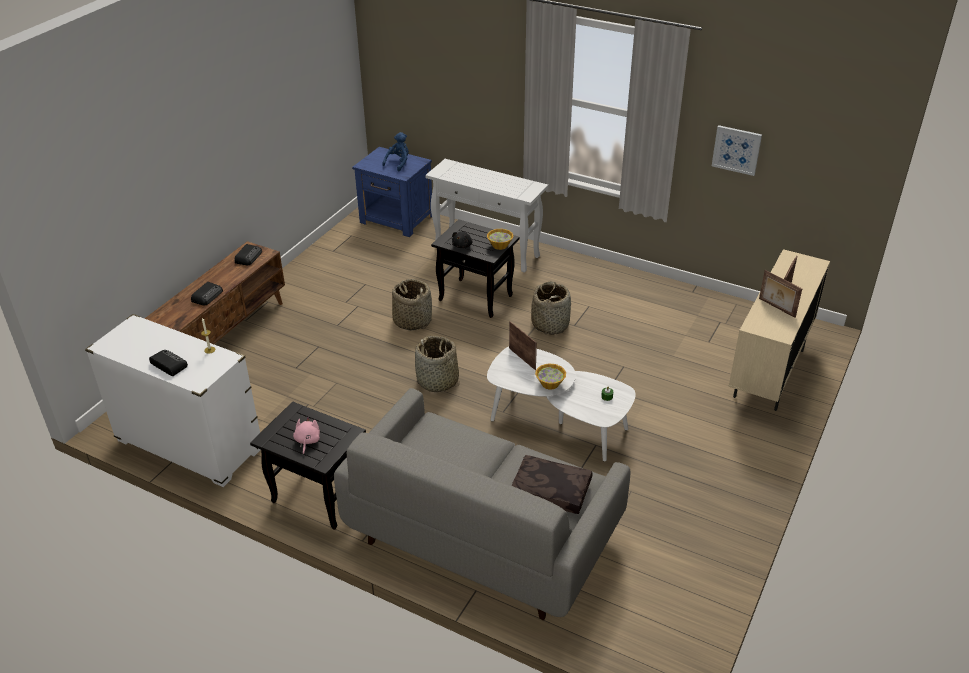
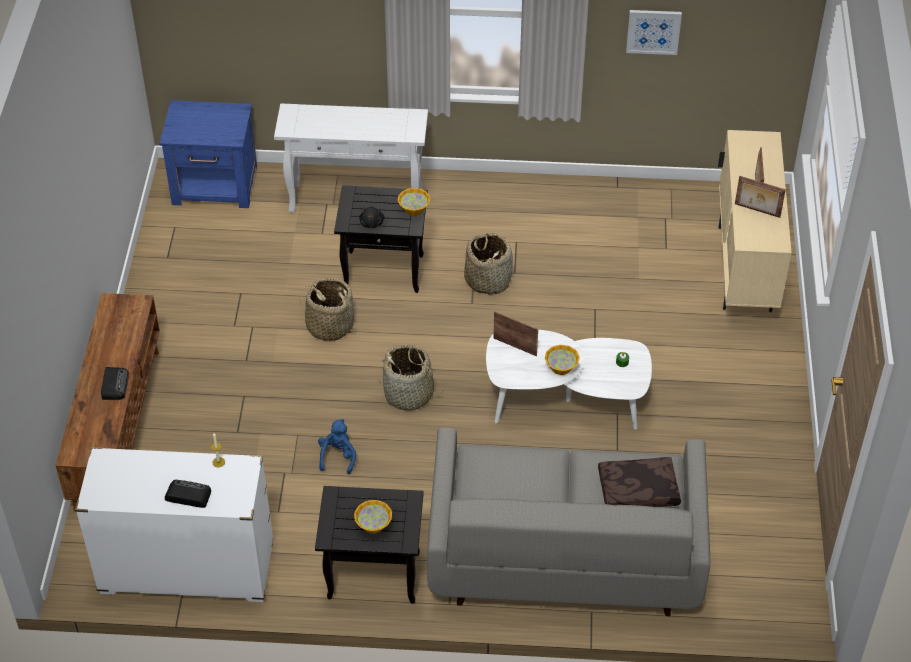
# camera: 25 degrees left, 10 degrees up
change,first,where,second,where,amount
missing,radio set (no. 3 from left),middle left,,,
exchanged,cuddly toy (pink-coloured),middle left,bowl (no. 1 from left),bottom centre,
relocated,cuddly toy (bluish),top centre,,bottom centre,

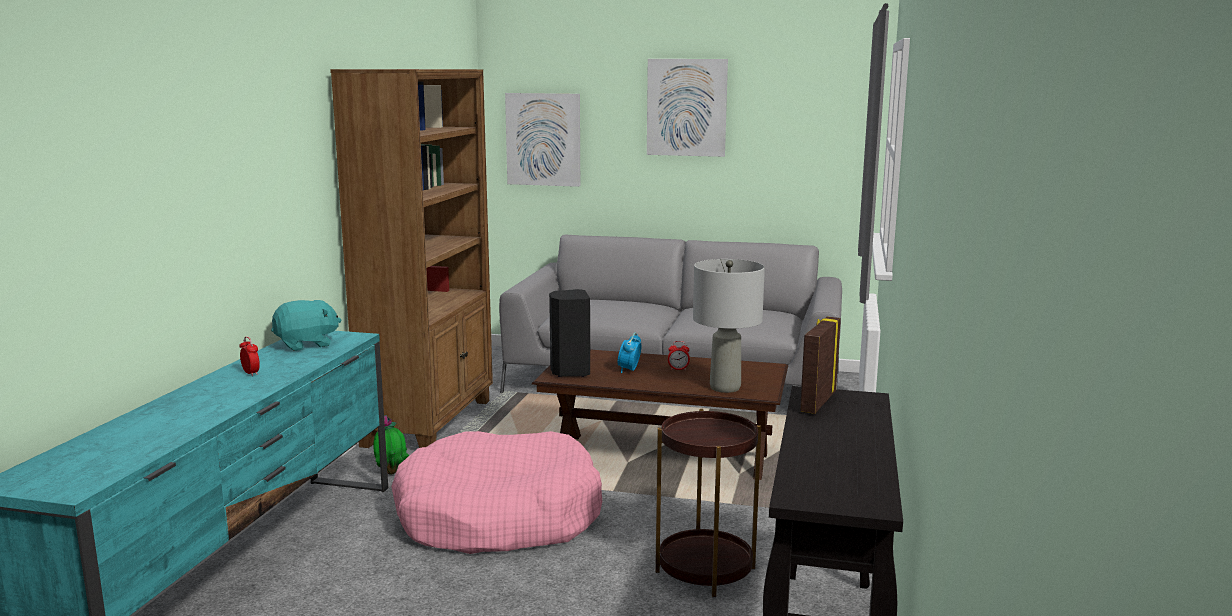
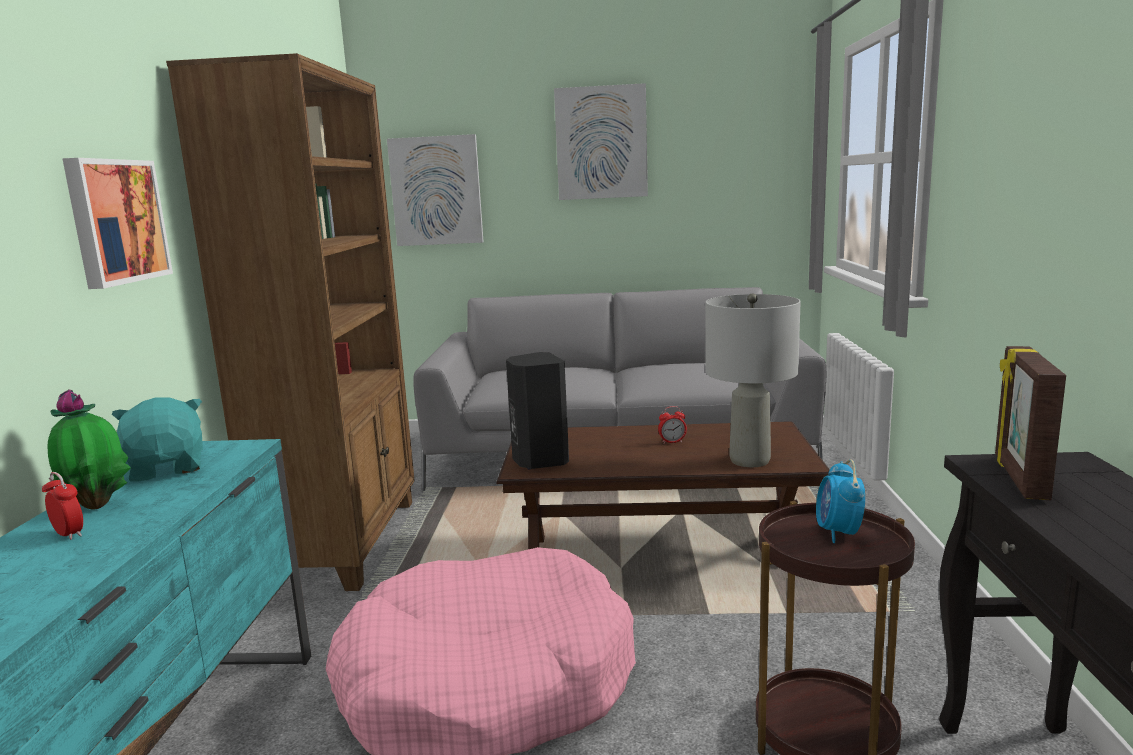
# camera: 10 degrees left, 0 degrees up
change,first,where,second,where,amount
spun,cuddly toy (turquoise),middle left,,middle left,75 degrees counterclockwise
relocated,potted plant,bottom left,,middle left,
relocated,bedside clock (no. 2 from left in the first image),centre,bedside clock (no. 3 from left),middle right,
appeared,,,picture (no. 1 from left),top left,

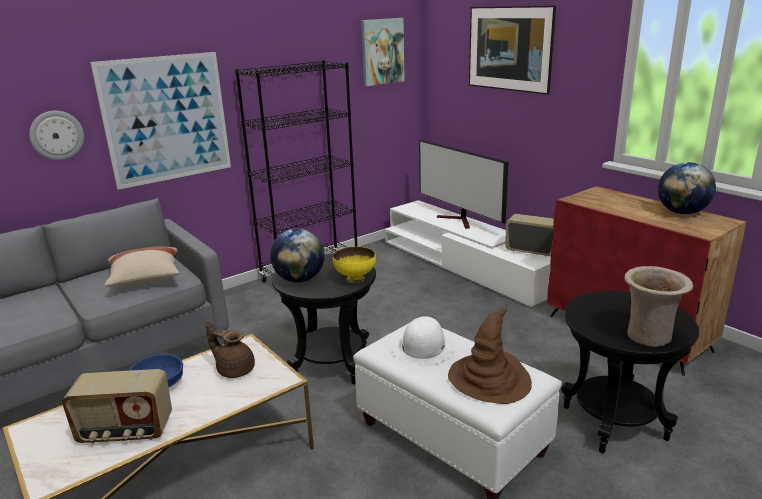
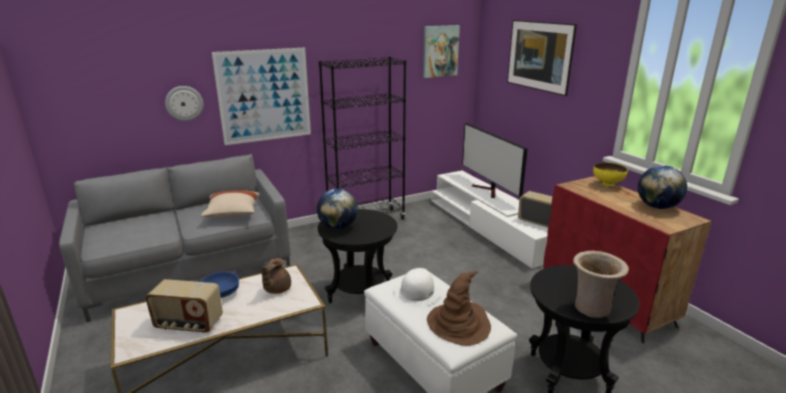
# camera: 10 degrees right, 0 degrees up
change,first,where,second,where,amount
spun,teapot (brown),bottom left,,bottom centre,105 degrees counterclockwise
relocated,bowl (yellowish),centre,,middle right,

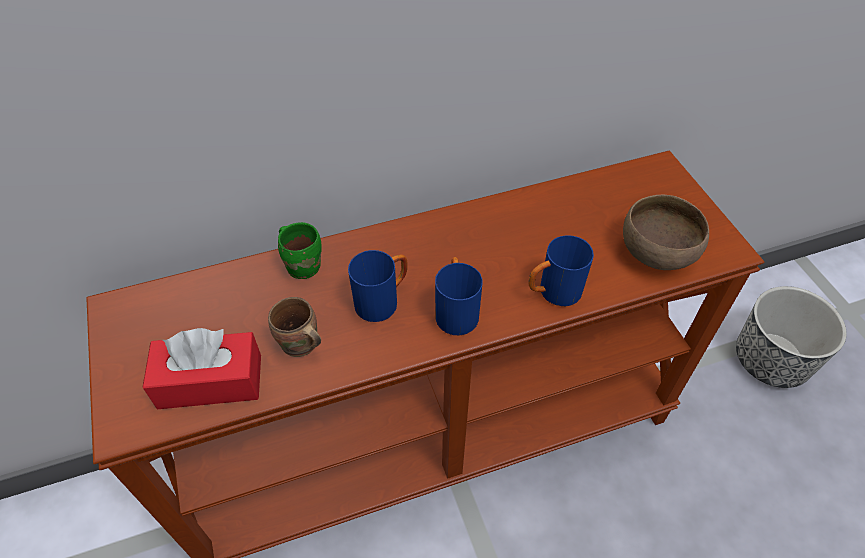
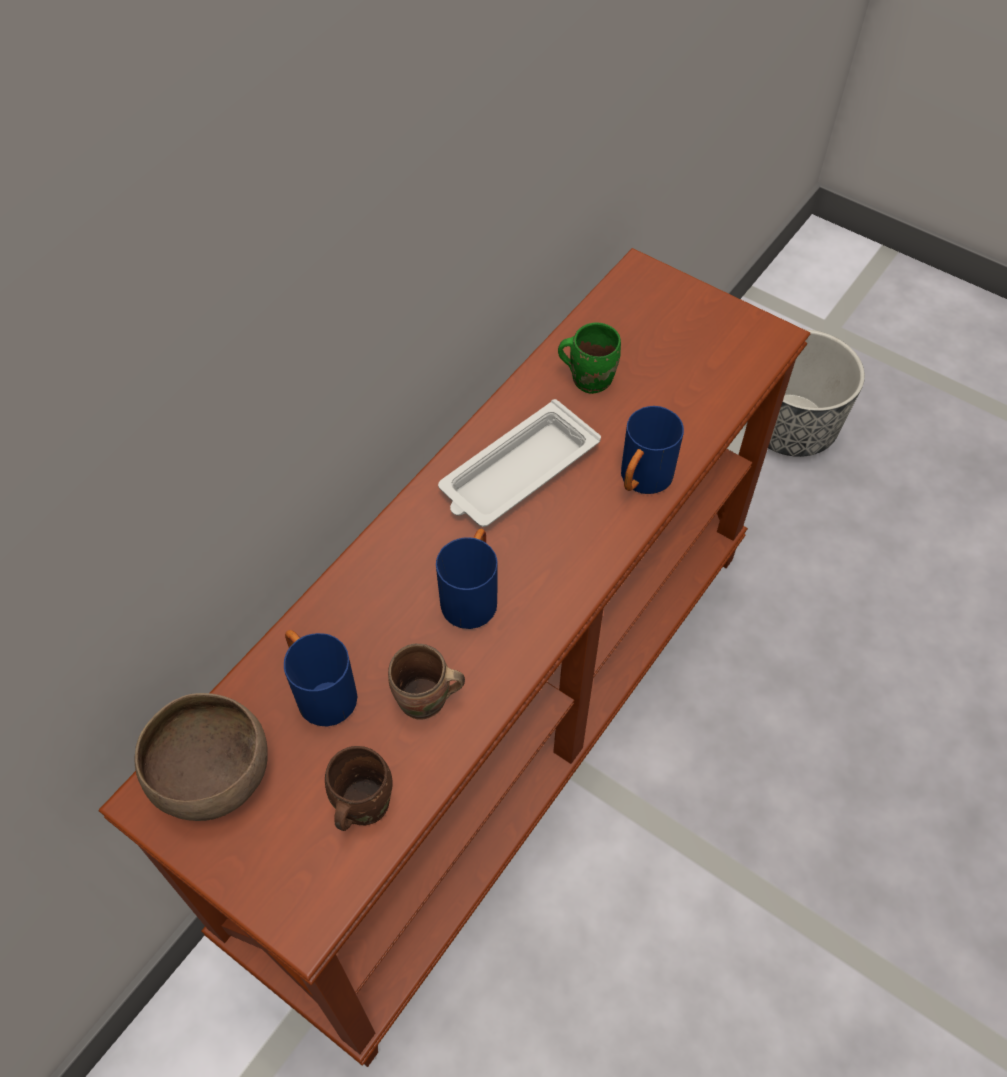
# camera: 35 degrees left, 5 degrees up
change,first,where,second,where,amount
exchanged,tissue box (red),middle left,mug (brown) (no. 1 from left),bottom centre,
relocated,mug (greenish),centre,,top centre,
relocated,mug (bluish) (no. 2 from left in the first image),centre,mug (bluish) (no. 1 from left),middle left,
relocated,bowl (brown),middle right,,bottom left,
appeared,,,carrying tray (white),centre,

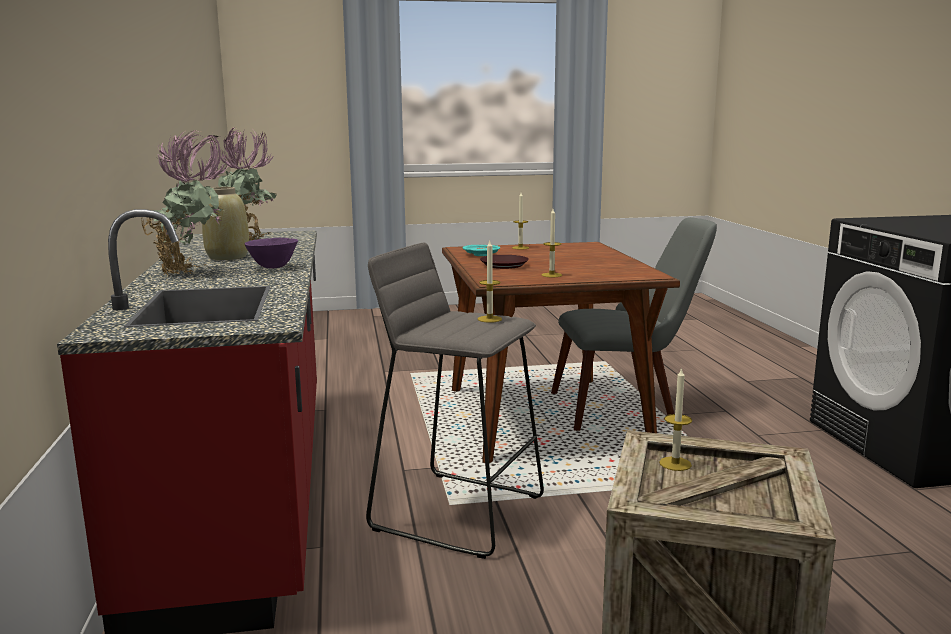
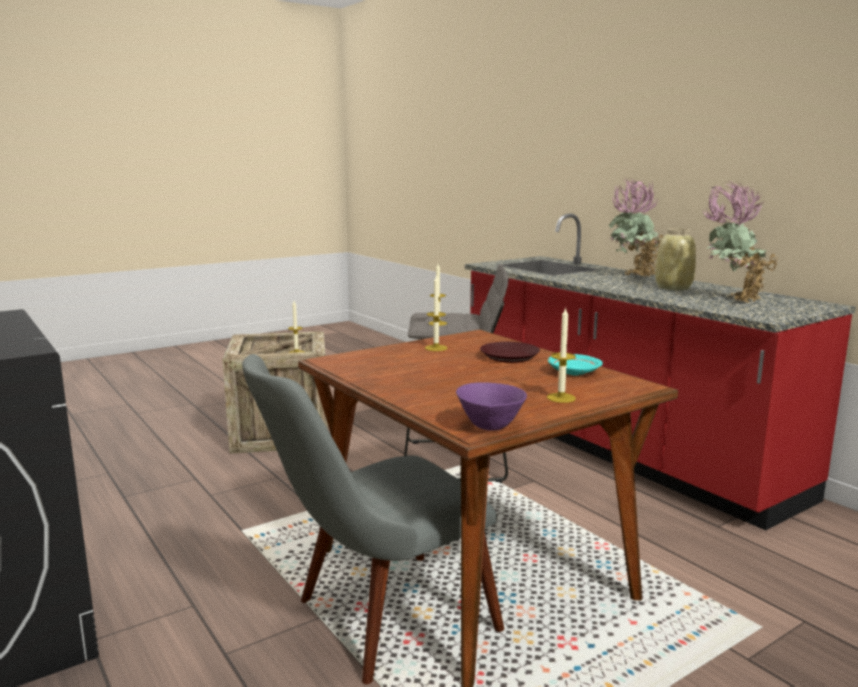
# camera: 155 degrees right, 0 degrees up
change,first,where,second,where,amount
relocated,bowl (purplish),middle left,,centre,

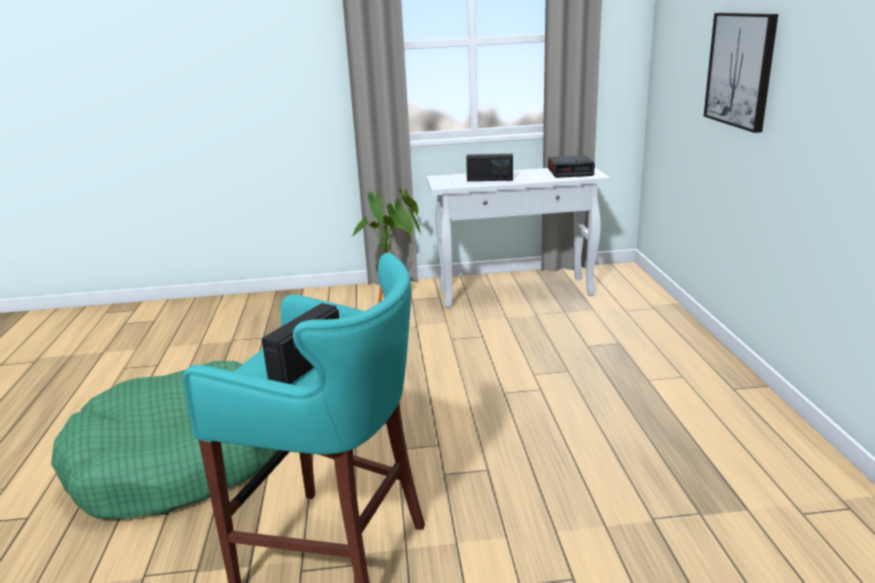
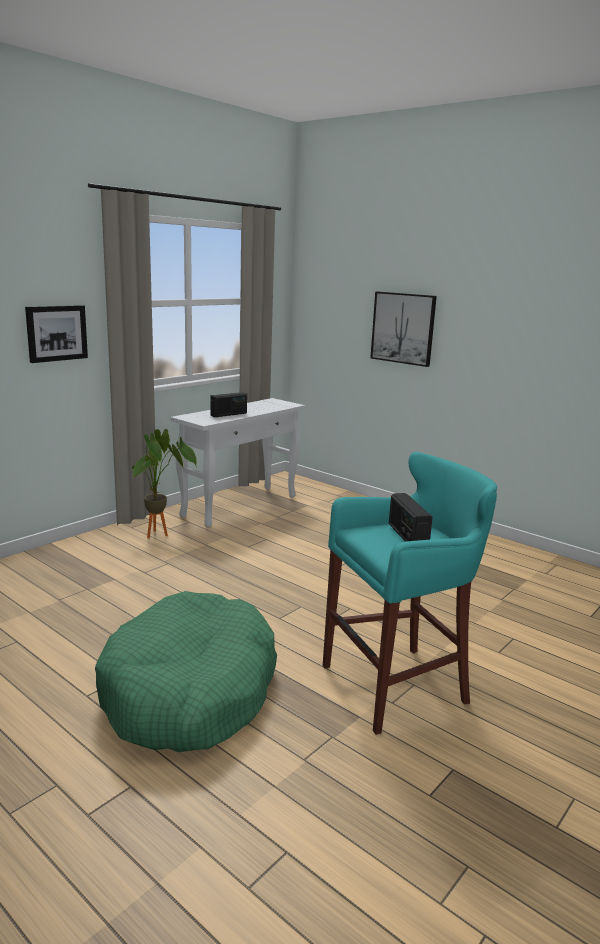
# camera: 45 degrees left, 5 degrees down
change,first,where,second,where,amount
missing,bedside clock,top centre,,,
appeared,,,picture (no. 1 from left),middle left,

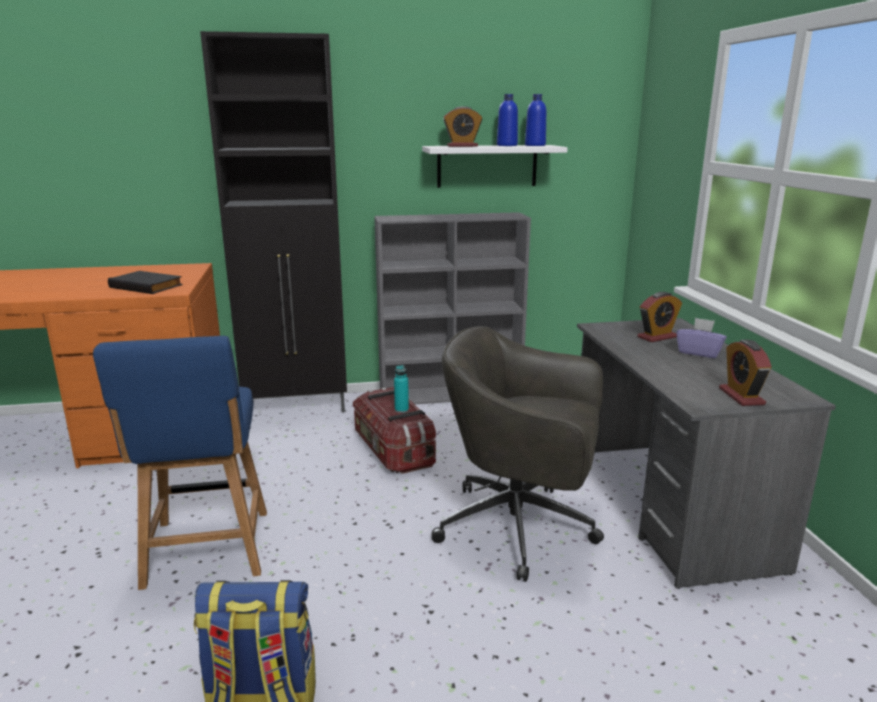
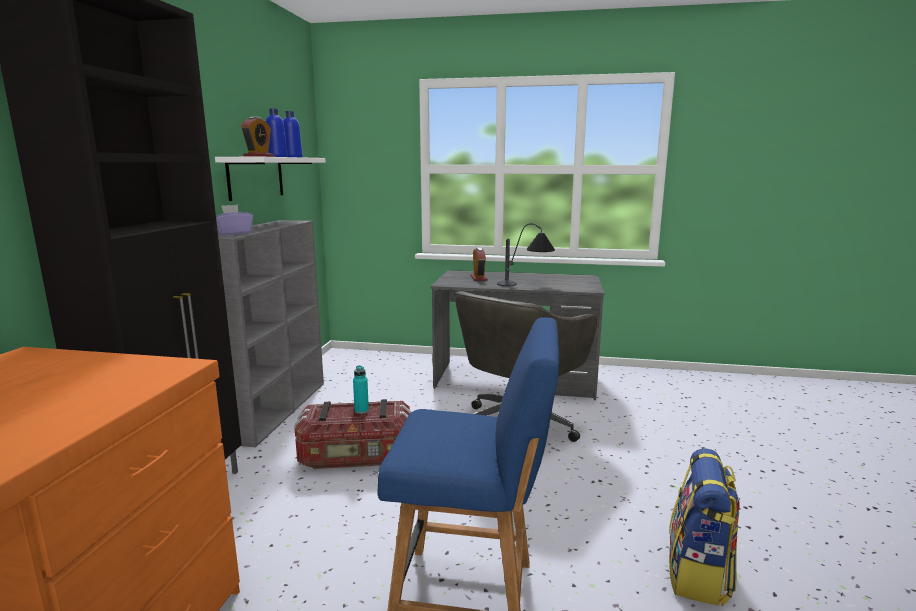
# camera: 70 degrees left, 5 degrees down
change,first,where,second,where,amount
missing,book (blackish),middle left,,,
relocated,tissue box (purplish),middle right,,middle left,
missing,bedside clock (no. 3 from left),middle right,,,
appeared,,,lamp for a table,centre,

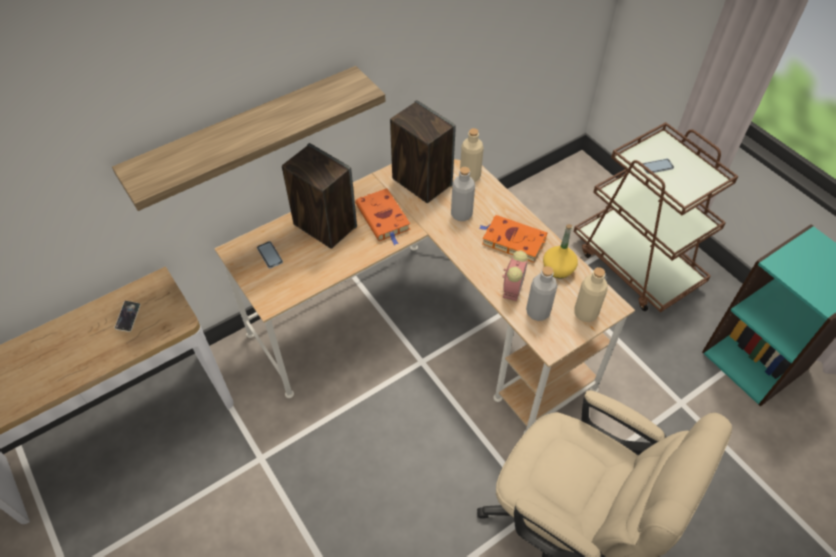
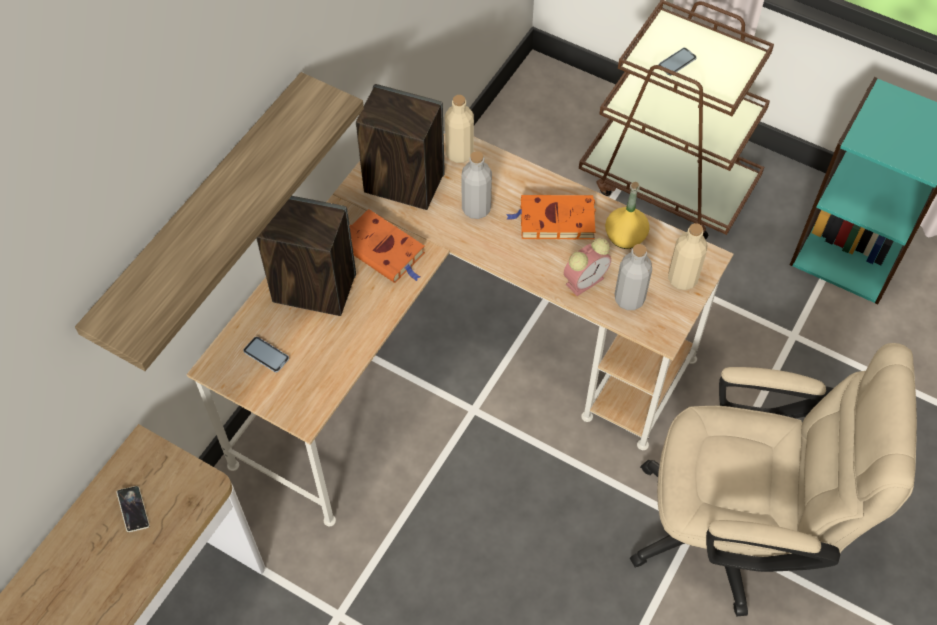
# camera: 25 degrees left, 5 degrees up
change,first,where,second,where,amount
spun,bedside clock,centre,,centre,60 degrees clockwise

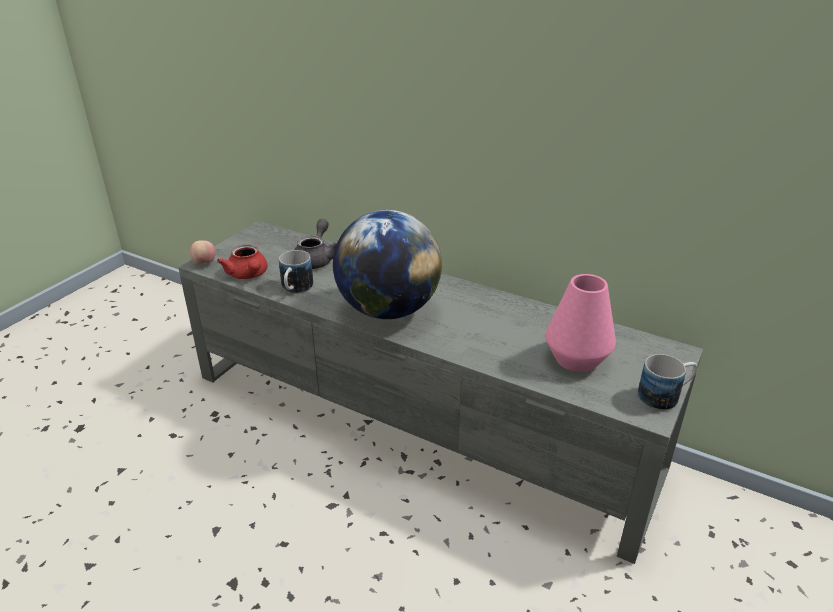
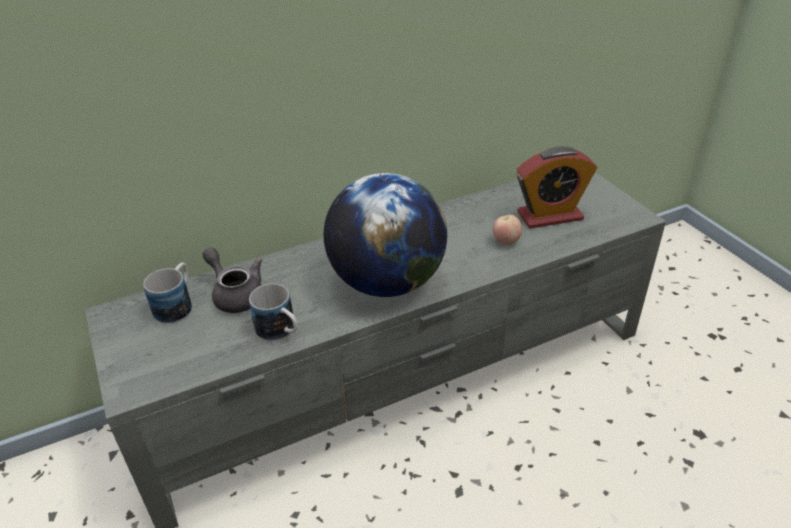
# camera: 55 degrees left, 5 degrees up
change,first,where,second,where,amount
relocated,apple,middle left,,centre,
missing,teapot (red),middle left,,,
exchanged,flower vase (pink-coloured),middle right,bedside clock,middle right,
relocated,mug (no. 2 from left in the first image),middle right,mug (no. 1 from left),middle left,

